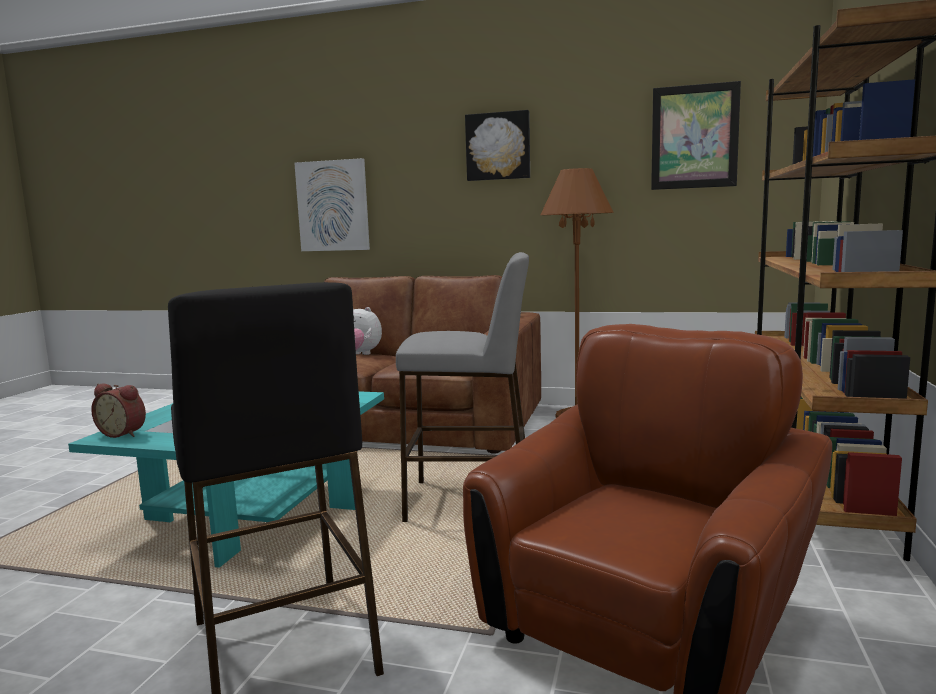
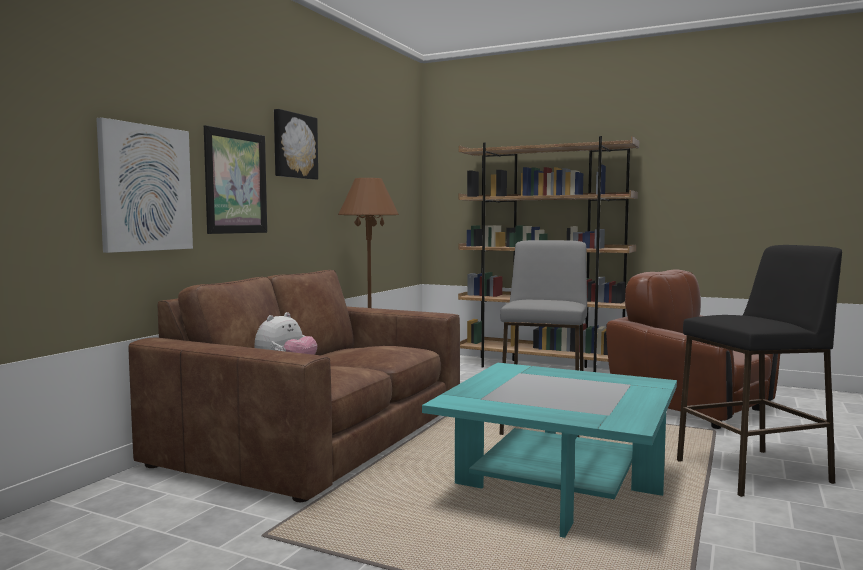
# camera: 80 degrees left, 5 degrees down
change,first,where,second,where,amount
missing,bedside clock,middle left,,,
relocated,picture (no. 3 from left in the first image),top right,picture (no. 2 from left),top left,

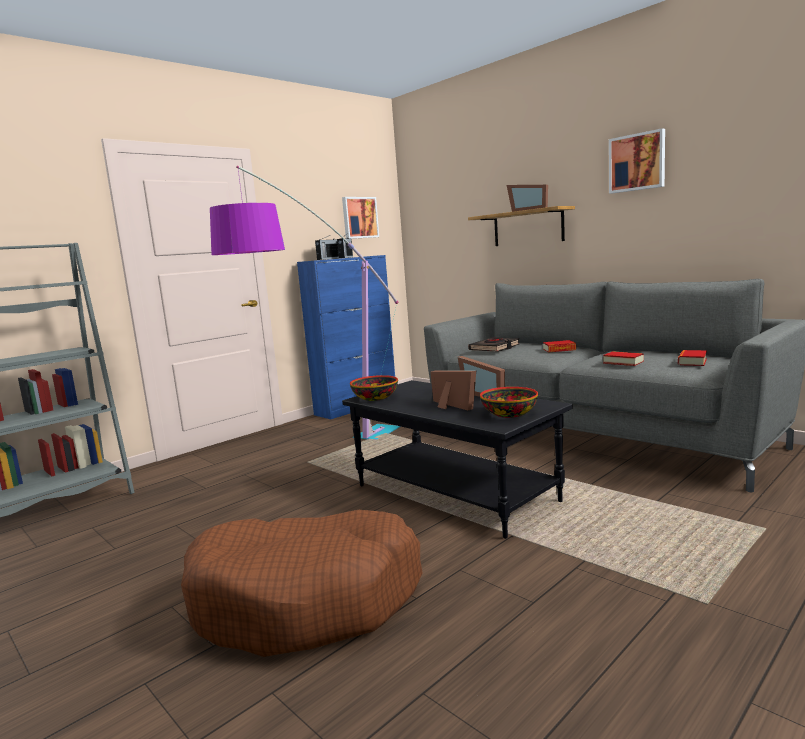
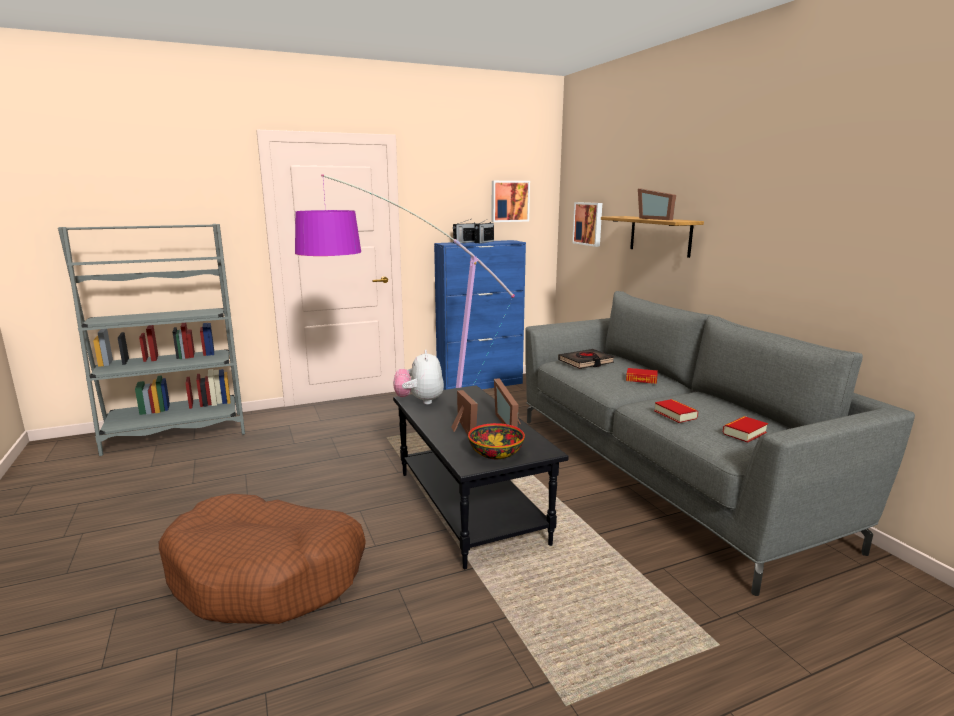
# camera: 20 degrees right, 5 degrees up
change,first,where,second,where,amount
exchanged,bowl (no. 1 from left),centre,cuddly toy,centre,
relocated,picture (no. 2 from left),top right,,top centre,

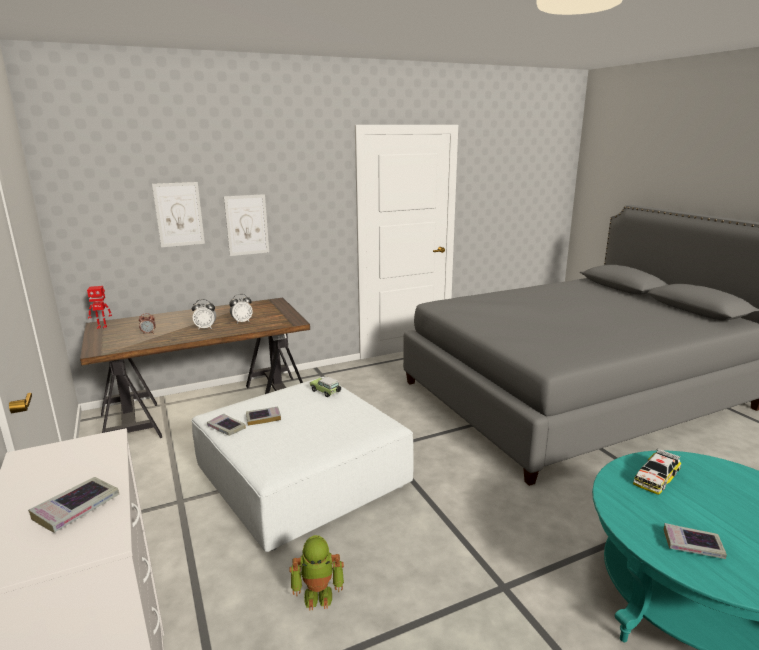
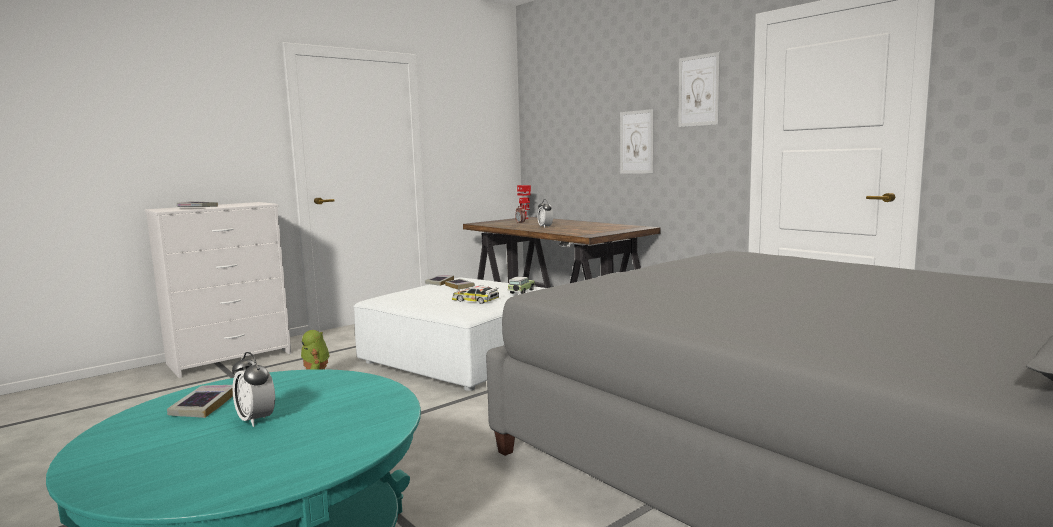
# camera: 75 degrees right, 10 degrees down
change,first,where,second,where,amount
relocated,picture (no. 1 from left in the first image),top left,picture (no. 2 from left),top centre,
relocated,bedside clock (no. 3 from left in the first image),middle left,bedside clock (no. 1 from left),bottom left,
relocated,miniature car (no. 2 from left in the first image),bottom right,miniature car (no. 1 from left),centre,

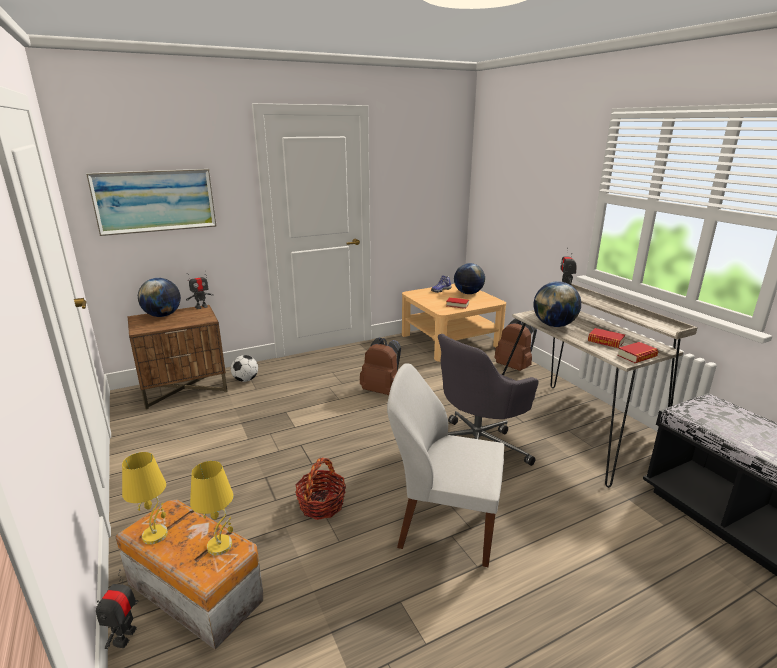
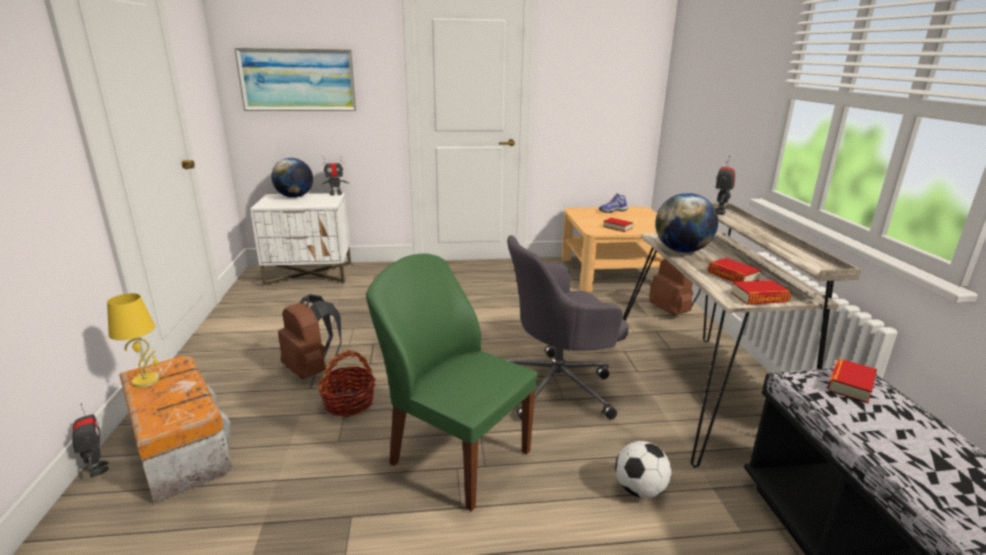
# camera: 20 degrees right, 0 degrees up
change,first,where,second,where,amount
spun,toy robot (no. 1 from left),bottom left,,bottom left,120 degrees clockwise
colour,night table (brown),middle left,night table (white),middle left,
missing,lamp for a table (yellowish) (no. 2 from left),bottom left,,,
relocated,football,middle left,,bottom centre,
relocated,rucksack (brown) (no. 1 from left),centre,,middle left,
colour,plain chair (white),bottom centre,plain chair (greenish),bottom centre,
missing,globe (no. 2 from left),centre,,,
appeared,,,book (no. 4 from left),bottom right,

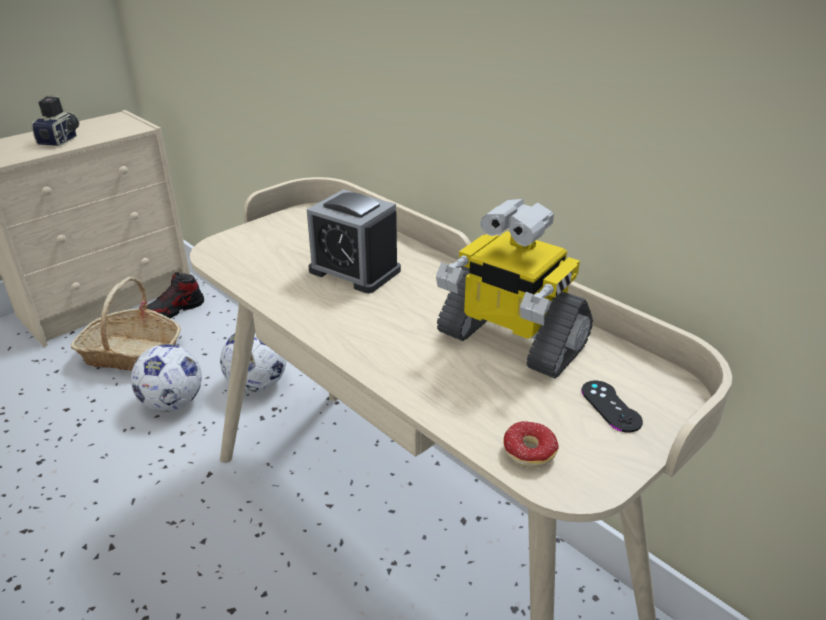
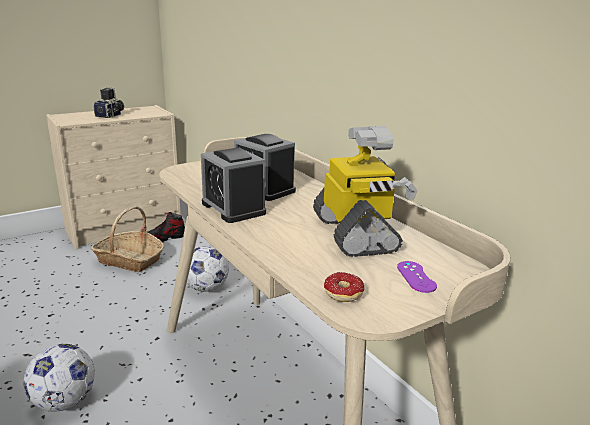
# camera: 10 degrees right, 10 degrees down
change,first,where,second,where,amount
relocated,football (no. 1 from left),middle left,,bottom left,
spun,toy robot,centre,,centre,150 degrees counterclockwise
colour,joypad (blackish),middle right,joypad (purplish),middle right,
appeared,,,bedside clock (no. 1 from left),centre,

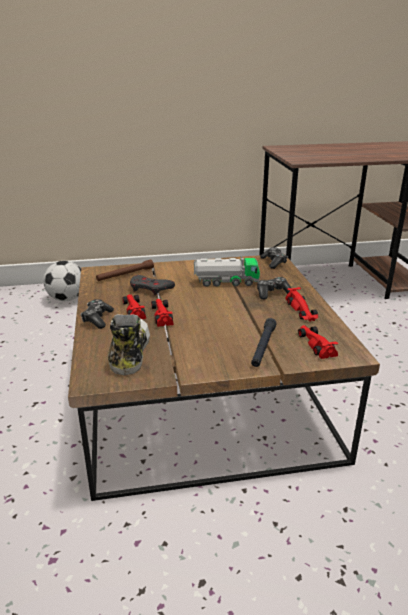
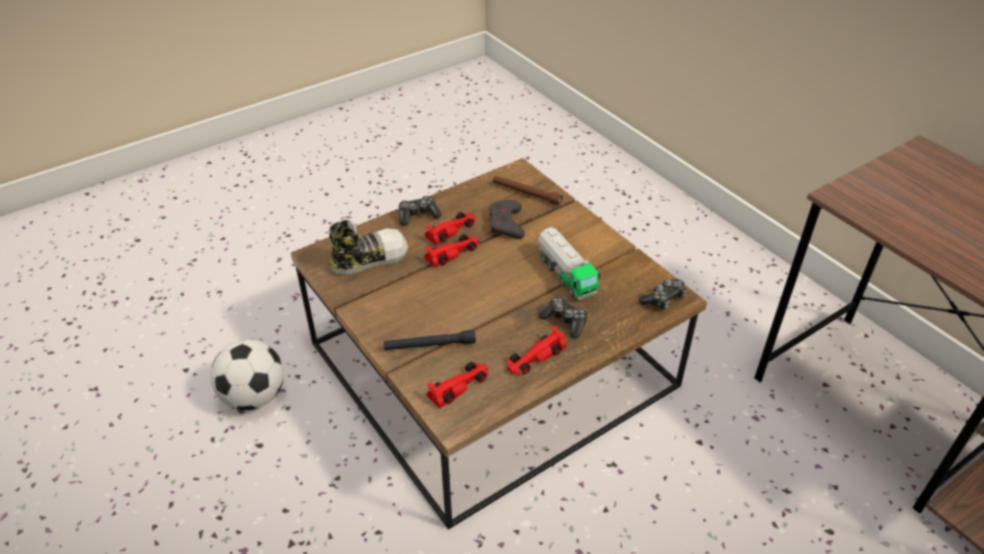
# camera: 65 degrees right, 15 degrees up
change,first,where,second,where,amount
relocated,football,middle left,,bottom left,

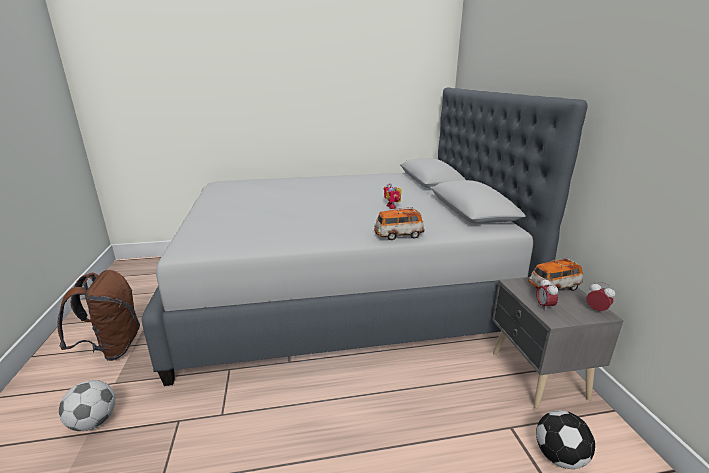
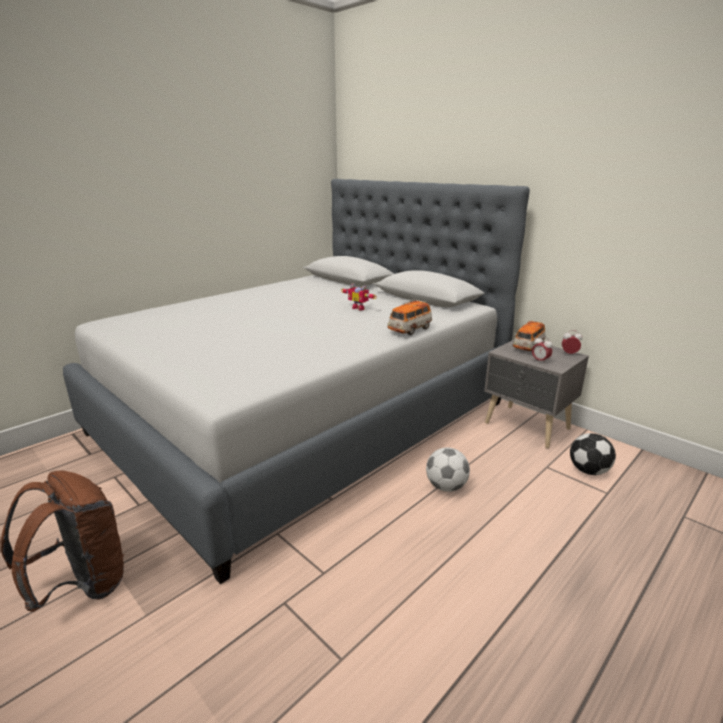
# camera: 35 degrees left, 0 degrees up
change,first,where,second,where,amount
relocated,football (no. 1 from left),bottom left,,centre,

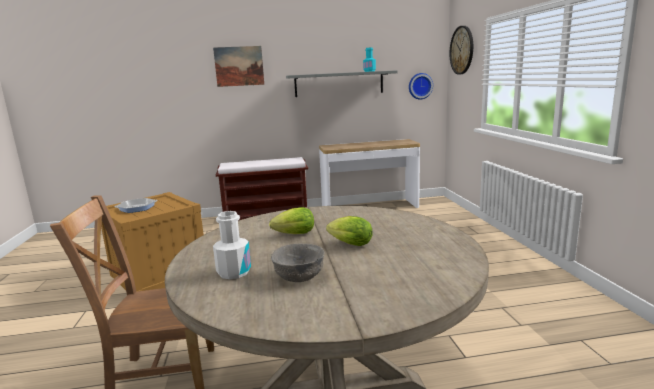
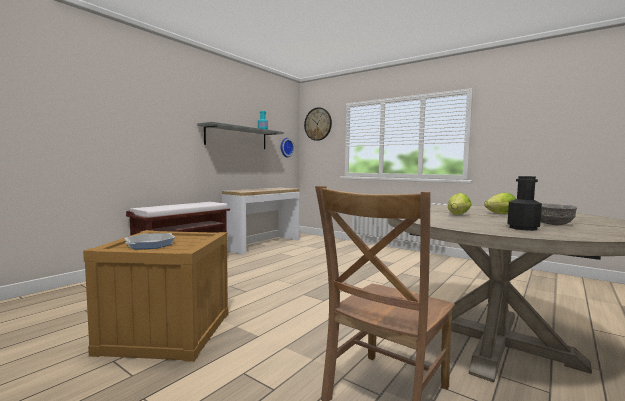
# camera: 45 degrees left, 10 degrees down
change,first,where,second,where,amount
missing,picture,top centre,,,
colour,beverage bottle (white),centre,beverage bottle (blackish),middle right,

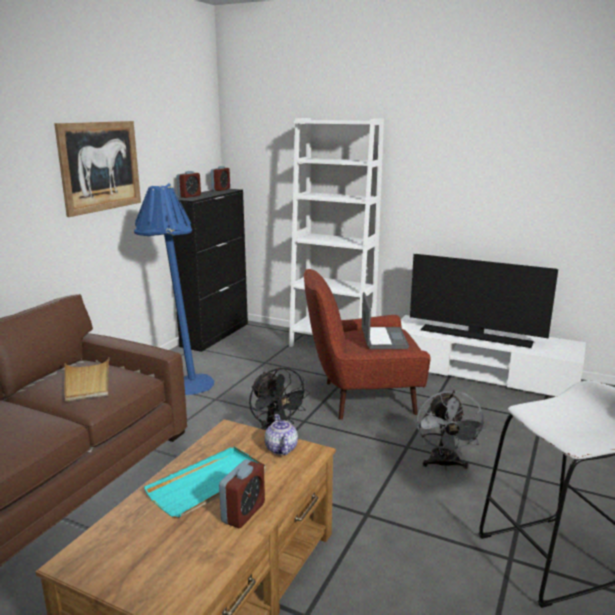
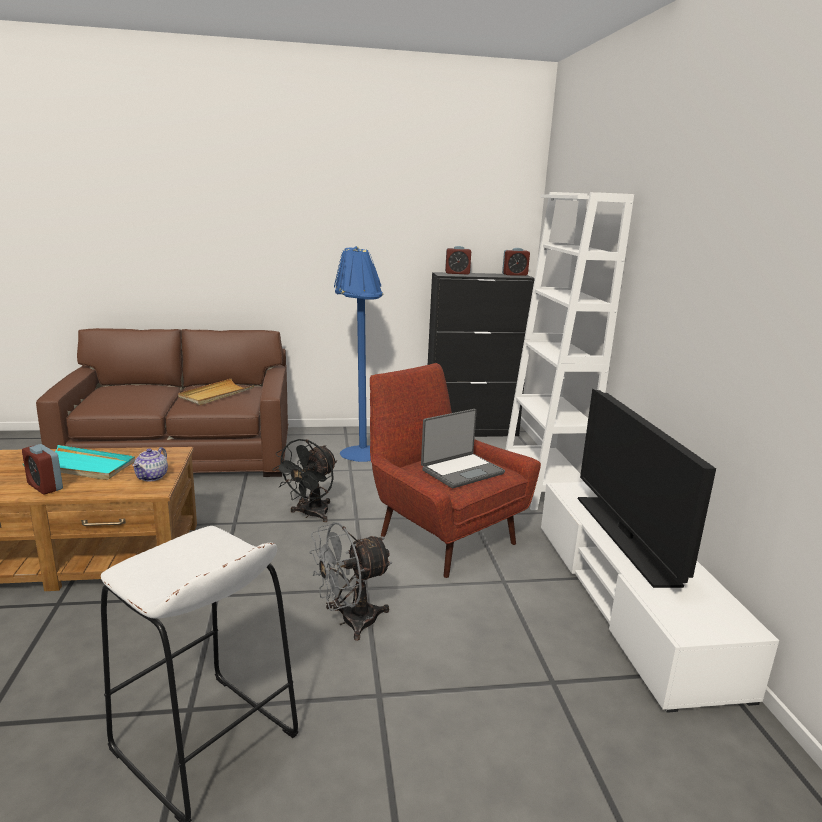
# camera: 55 degrees right, 0 degrees up
change,first,where,second,where,amount
missing,picture,top left,,,
spun,bedside clock (no. 3 from left in the first image),bottom centre,bedside clock (no. 1 from left),middle left,45 degrees clockwise
spun,teapot,bottom centre,,middle left,150 degrees clockwise

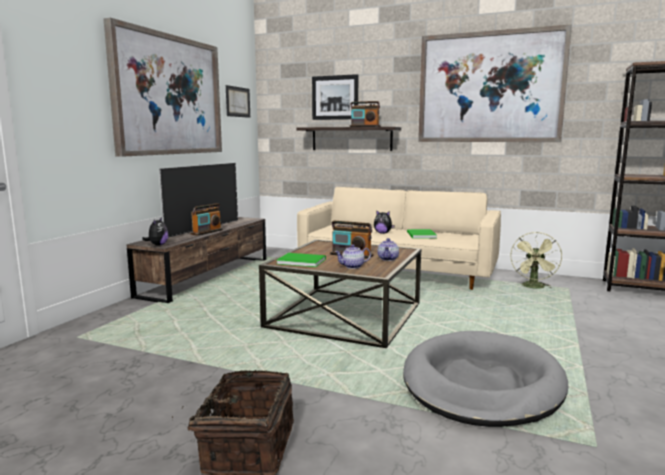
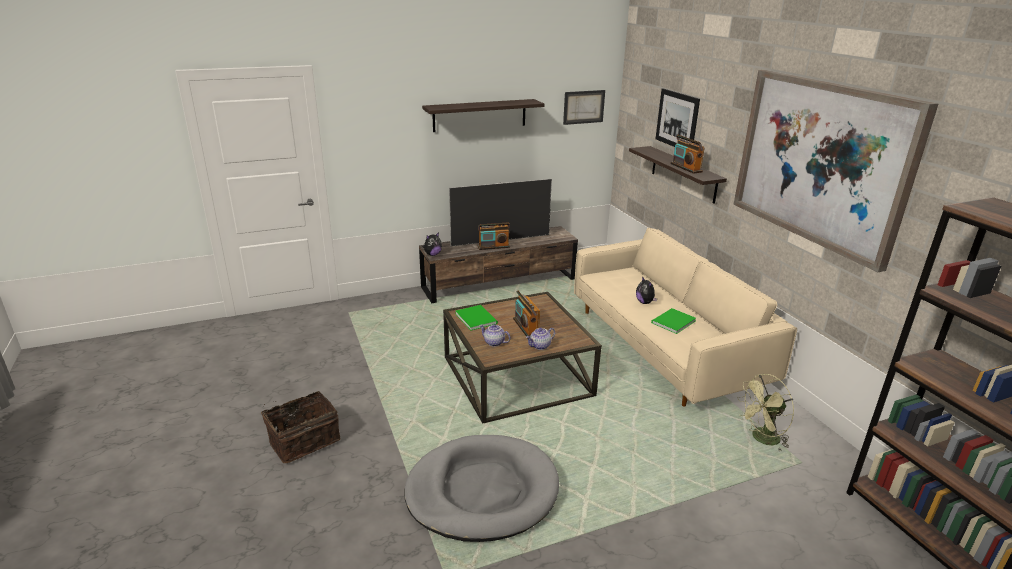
# camera: 45 degrees right, 15 degrees up
change,first,where,second,where,amount
exchanged,picture (no. 1 from left),top left,bracket shelf (no. 1 from left),top centre,

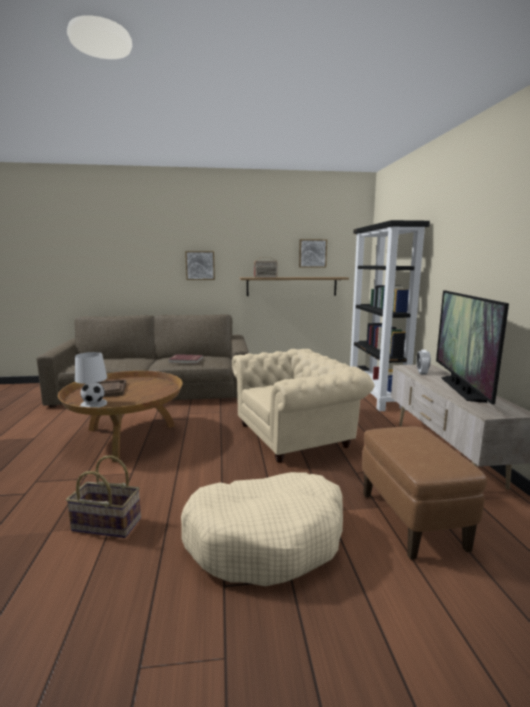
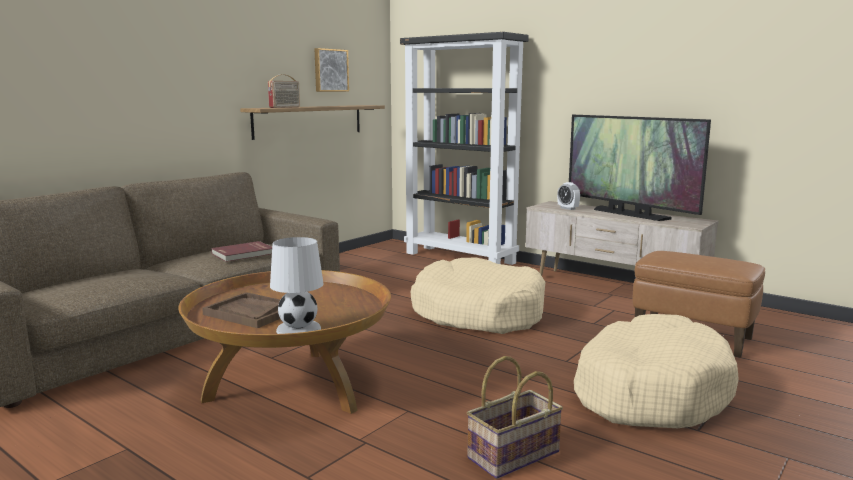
# camera: 45 degrees left, 0 degrees up
change,first,where,second,where,amount
missing,picture (no. 1 from left),centre,,,
exchanged,easy chair (beige),centre,dog cushion (beige) (no. 1 from left),centre,

